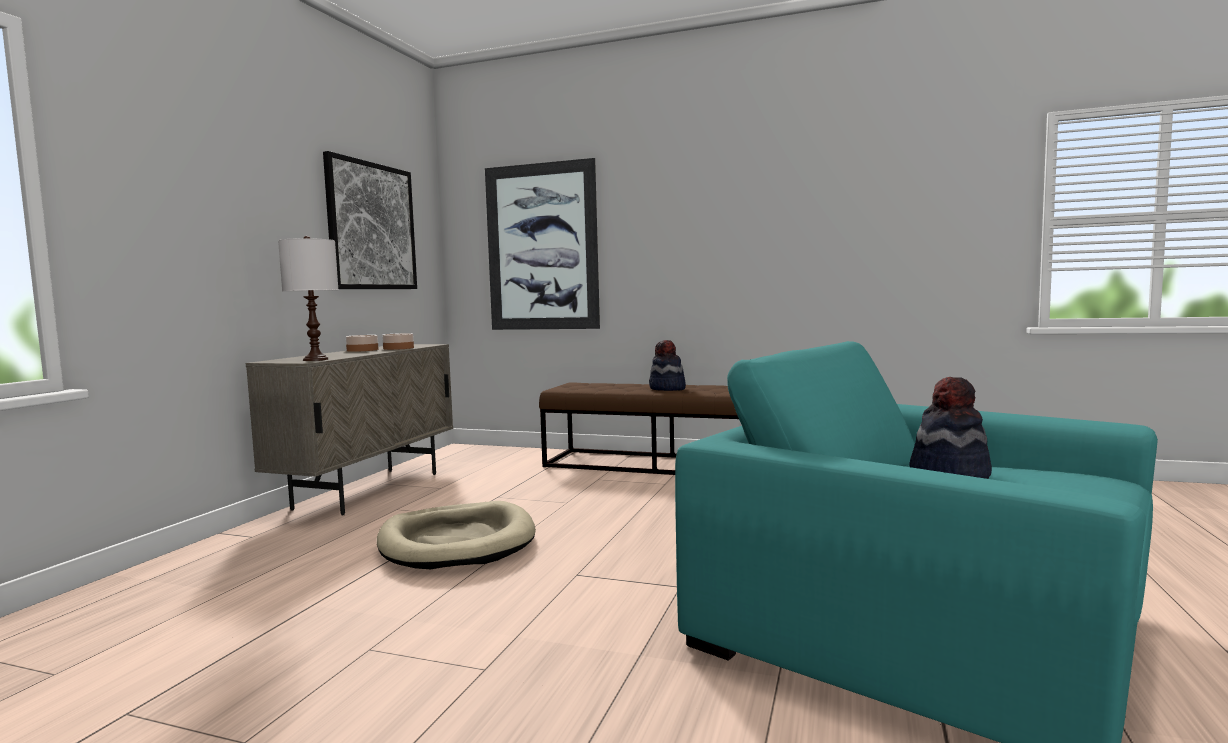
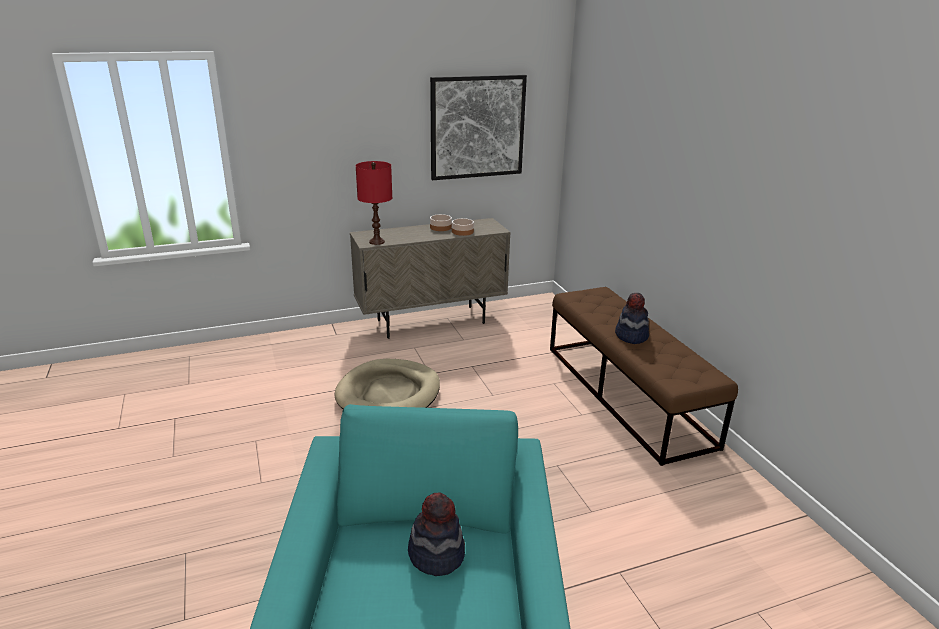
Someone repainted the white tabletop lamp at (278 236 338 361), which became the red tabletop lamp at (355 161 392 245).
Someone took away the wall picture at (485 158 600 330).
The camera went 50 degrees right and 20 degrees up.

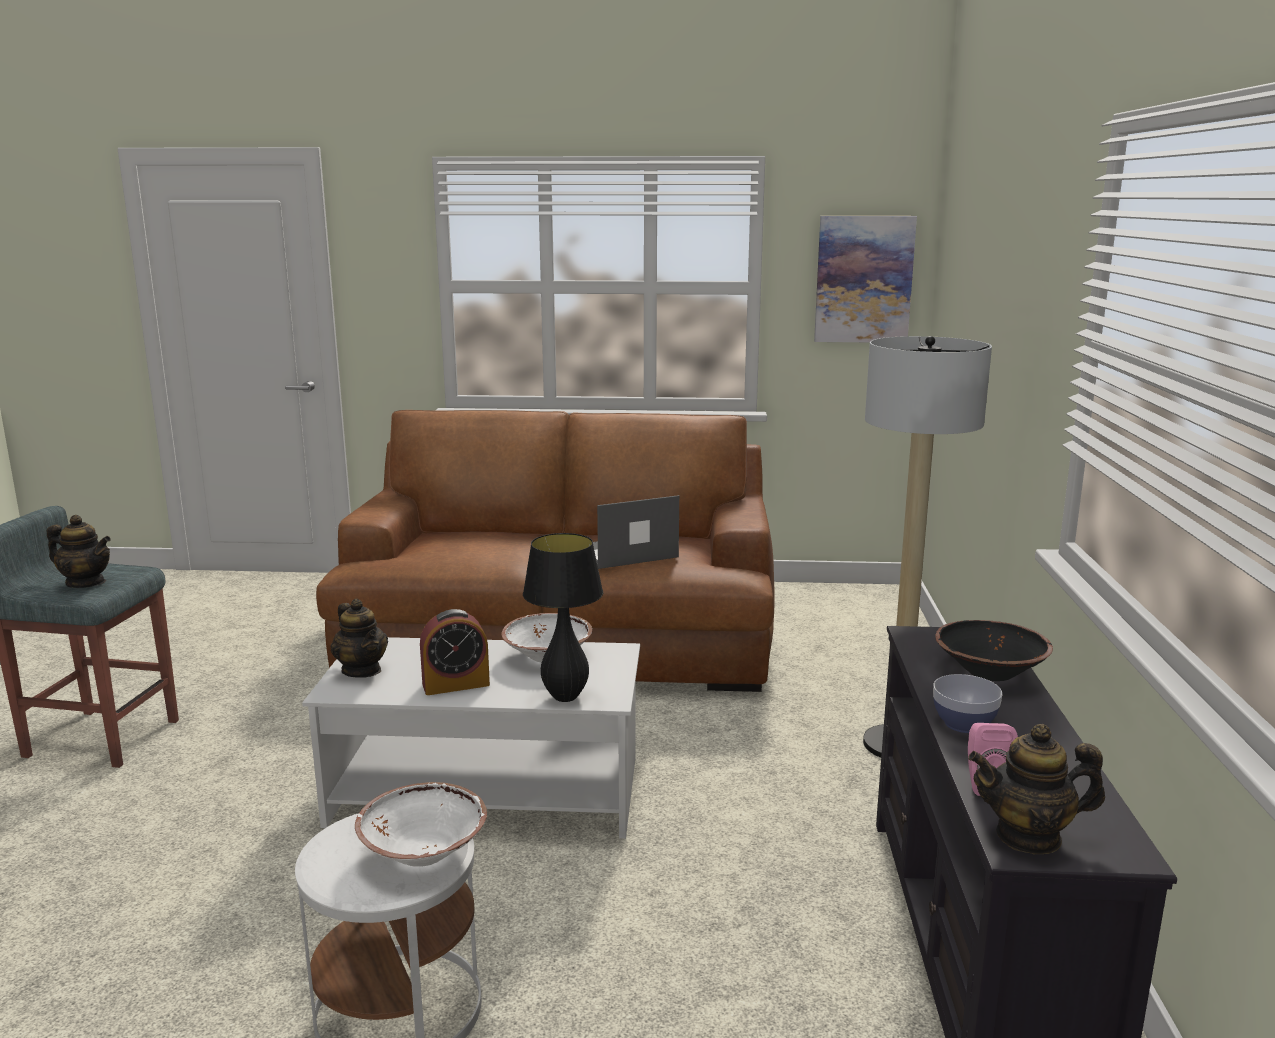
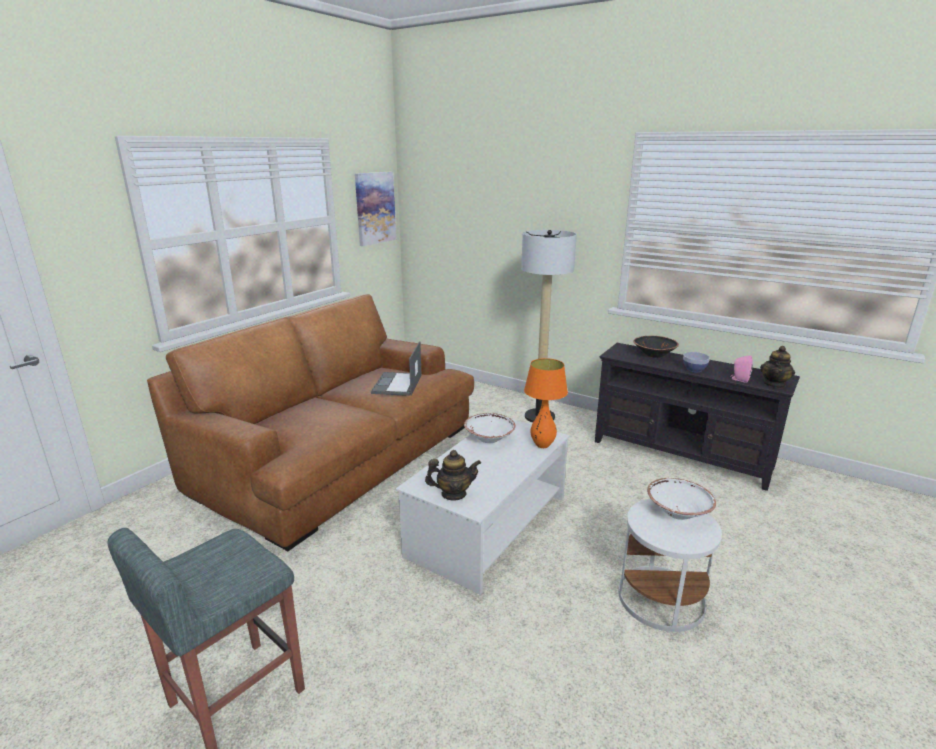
Someone repainted the black-coloured tabletop lamp at (523 533 603 702), which became the orange tabletop lamp at (524 358 568 448).
Someone took away the pot for tea at (47 515 111 588).
Someone took away the table clock at (420 609 490 695).
The camera went 60 degrees left and 5 degrees up.

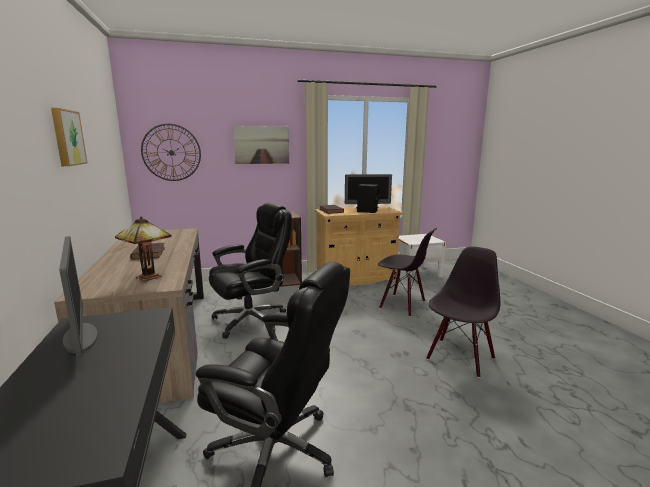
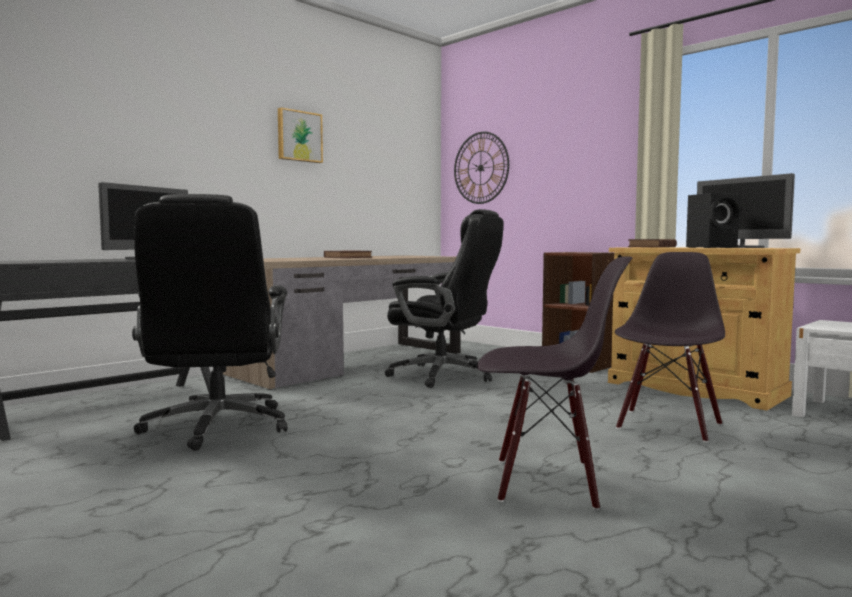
Someone rotated the black-coloured upright chair at (378 228 437 317) by 150 degrees counterclockwise.
Someone took away the tabletop lamp at (115 217 172 281).
Someone took away the wall picture at (233 126 289 164).
The camera went 60 degrees right and 10 degrees down.

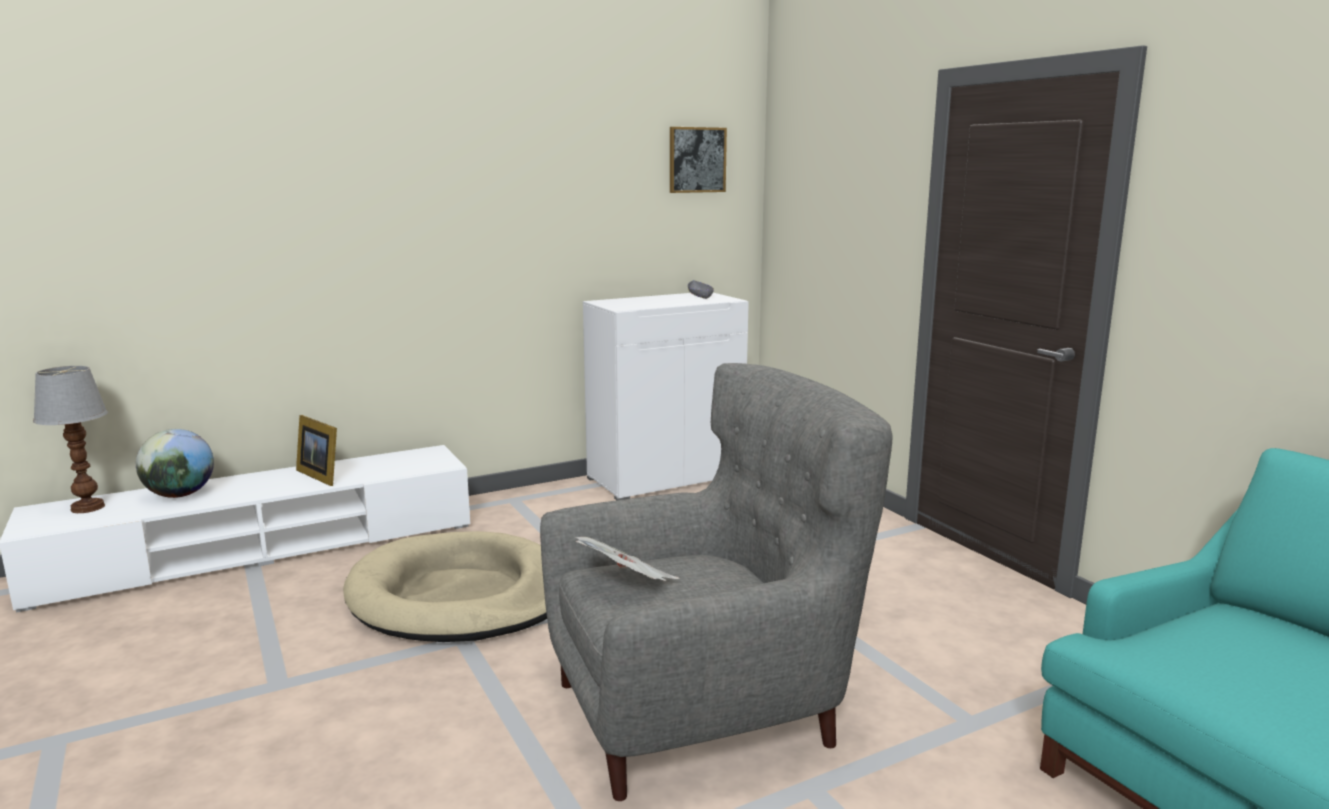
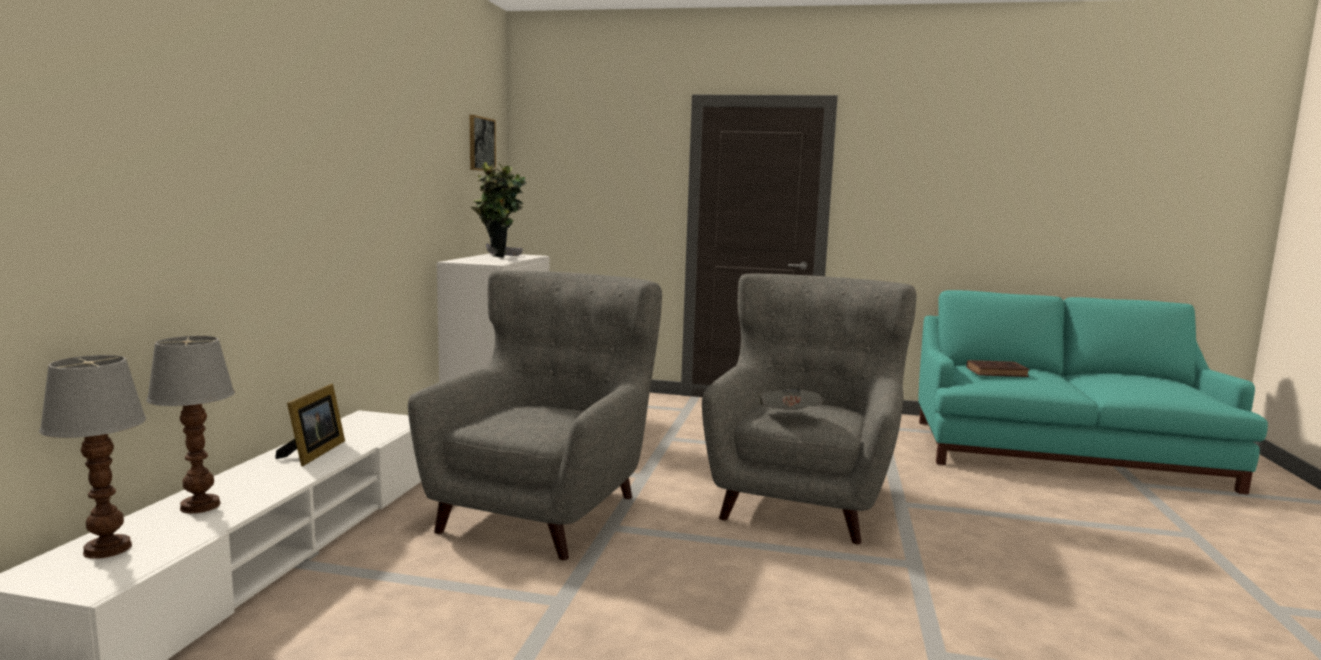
Someone swapped the desk globe at (136 429 214 498) for the tabletop lamp at (146 336 235 513).
Someone rotated the photo frame at (296 415 337 486) by 75 degrees counterclockwise.
Someone swapped the beige pet bed at (343 531 547 642) for the greyish lounge chair at (408 270 662 560).
Someone put down the potted plant at (471 162 527 257).
Someone put down the brown-coloured volume at (966 360 1030 377).
The camera went 50 degrees left and 5 degrees down.

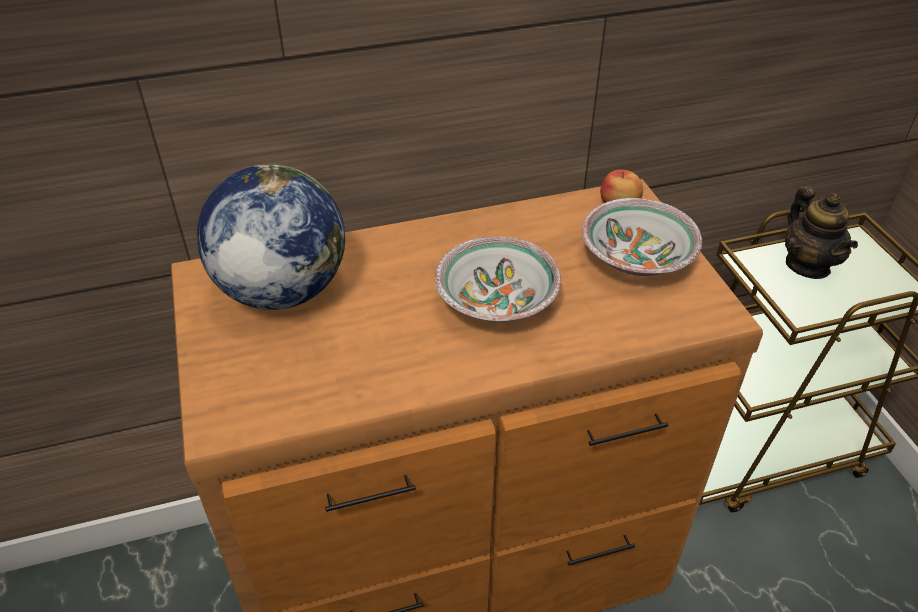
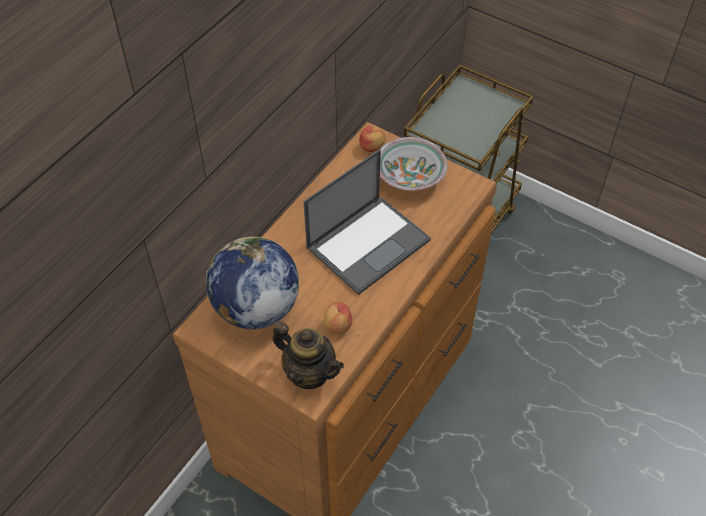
Someone carried the pot for tea from (785 186 858 279) to (273 322 344 389).
Someone swapped the serving bowl at (435 236 561 322) for the portable computer at (303 149 431 295).
Someone put down the whole apple at (324 302 352 333).
The camera went 40 degrees left and 10 degrees up.

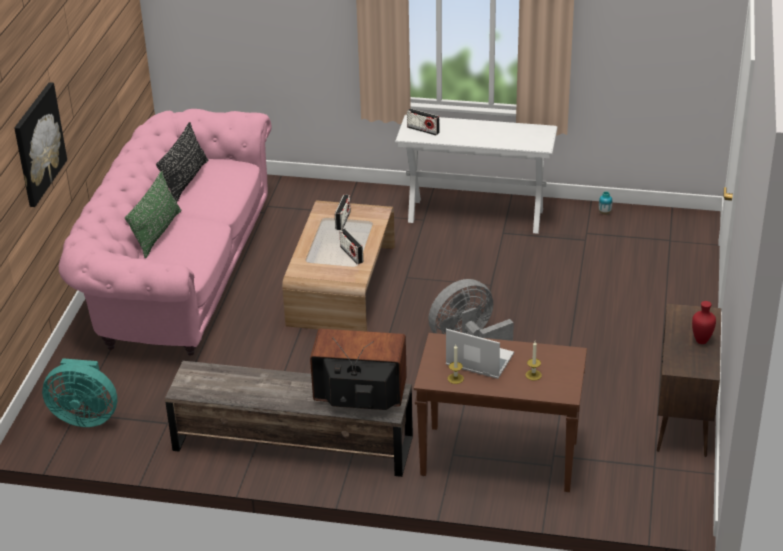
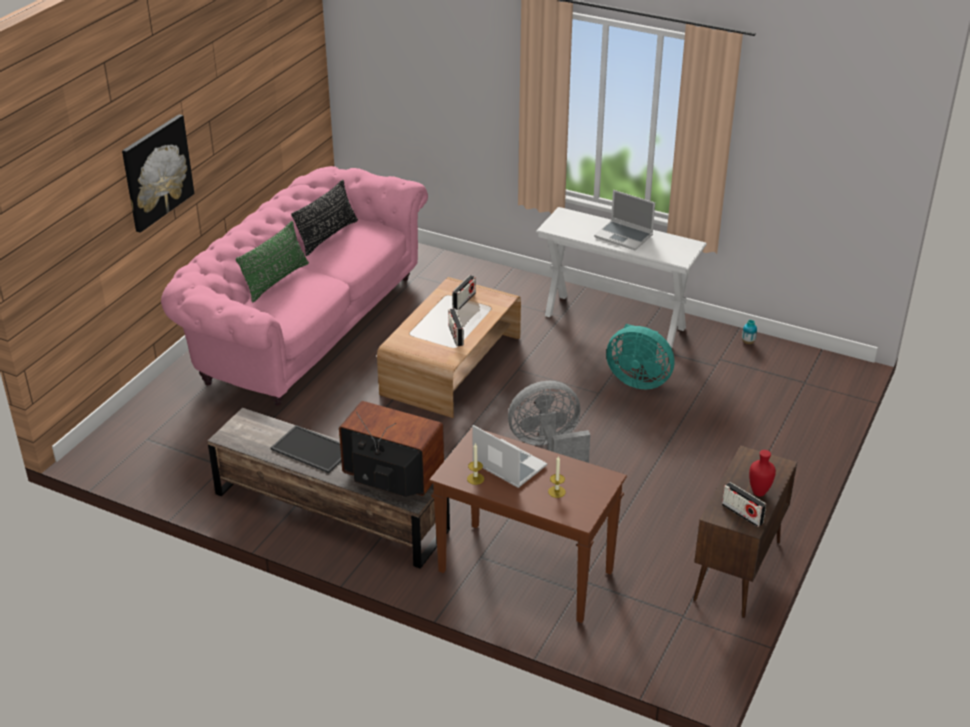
Someone put down the carrying tray at (270 425 341 473).
Someone put down the portable computer at (594 190 655 250).
Someone carried the blue-green fan from (42 358 117 427) to (606 324 674 389).
Someone carried the radio receiver from (407 108 439 135) to (722 482 766 527).
The camera went 15 degrees right and 0 degrees up.

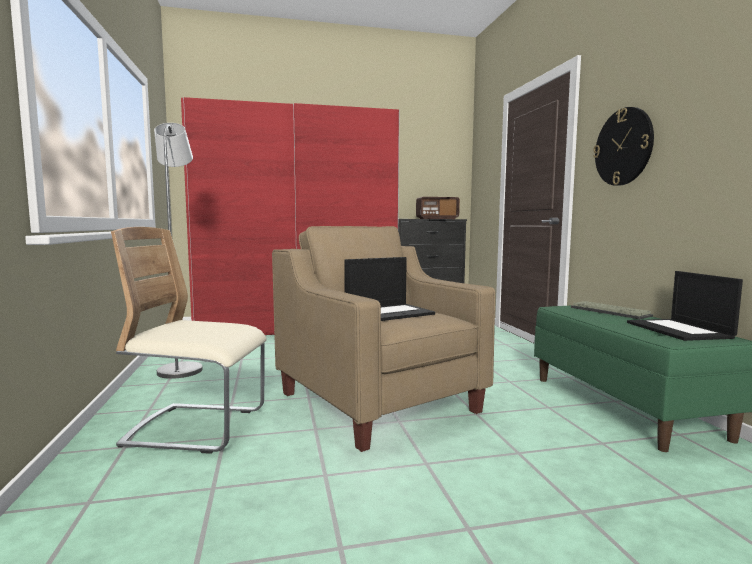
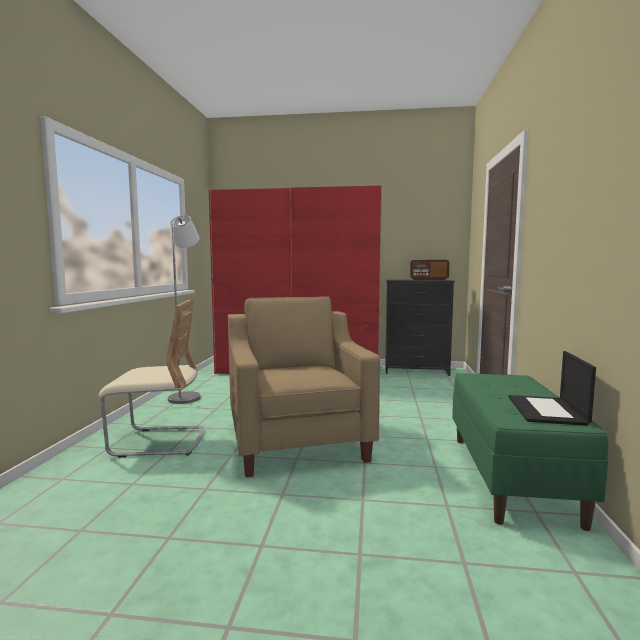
Someone rotated the beige upright chair at (111 227 267 454) by 150 degrees clockwise.
Someone took away the portable computer at (344 257 435 321).
Someone took away the computer keyboard at (571 301 653 319).
Someone took away the wall clock at (593 107 654 186).
The camera went 20 degrees right and 0 degrees up.

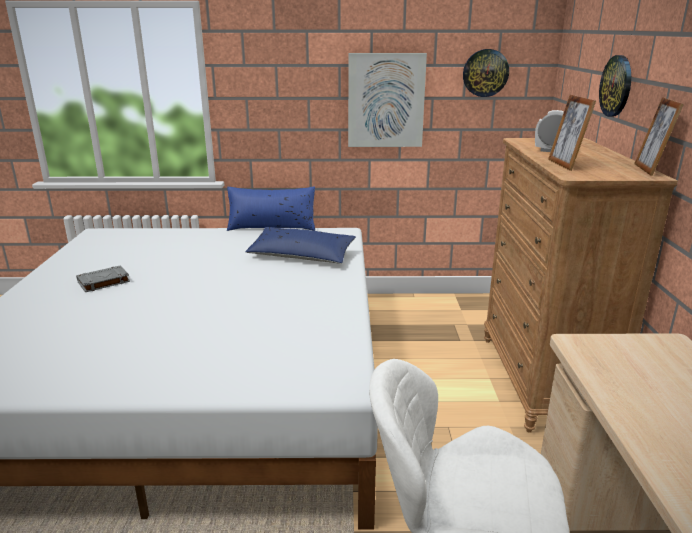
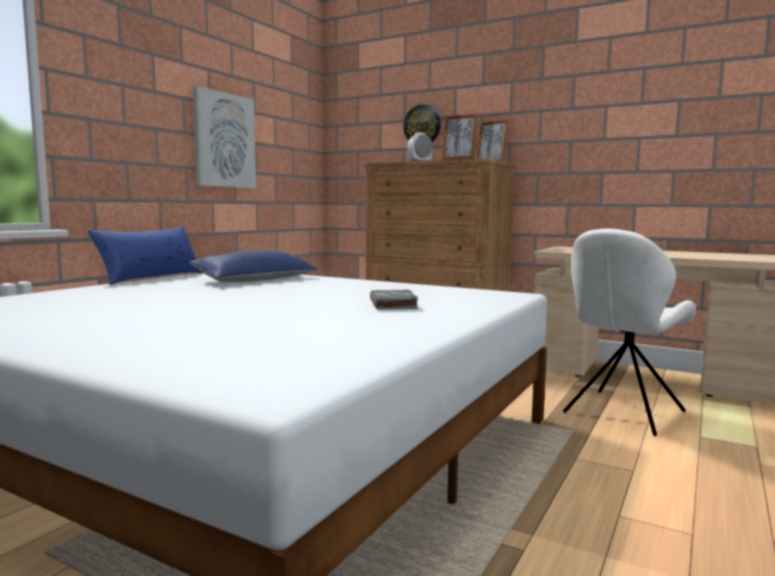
Someone carried the greyish volume from (76 266 130 292) to (370 290 418 309).
Someone took away the wall clock at (463 49 509 97).
The camera went 60 degrees left and 15 degrees down.

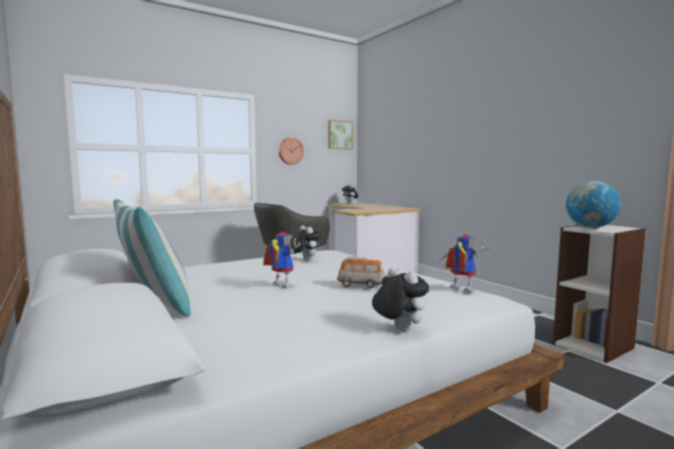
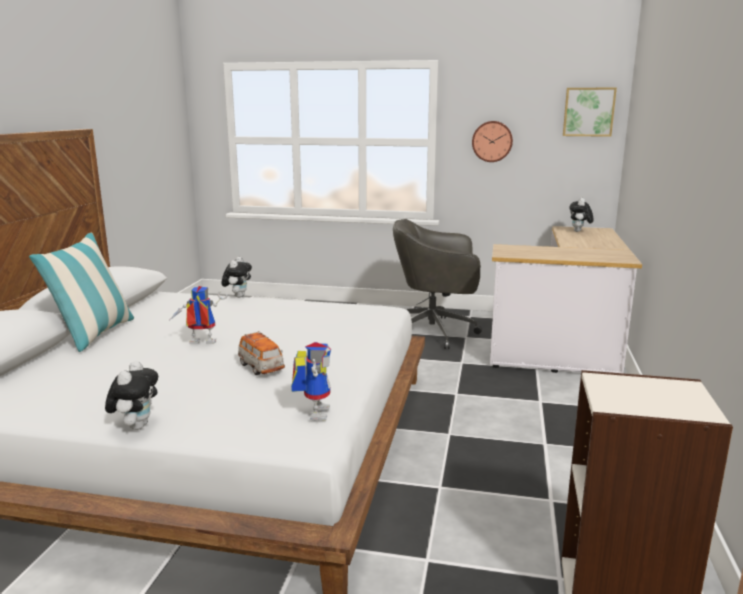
Someone rotated the toy robot at (263 232 300 289) by 90 degrees counterclockwise.
Someone carried the plush toy from (291 225 321 261) to (222 257 252 298).
Someone took away the desk globe at (566 181 621 228).
The camera went 45 degrees right and 10 degrees up.

